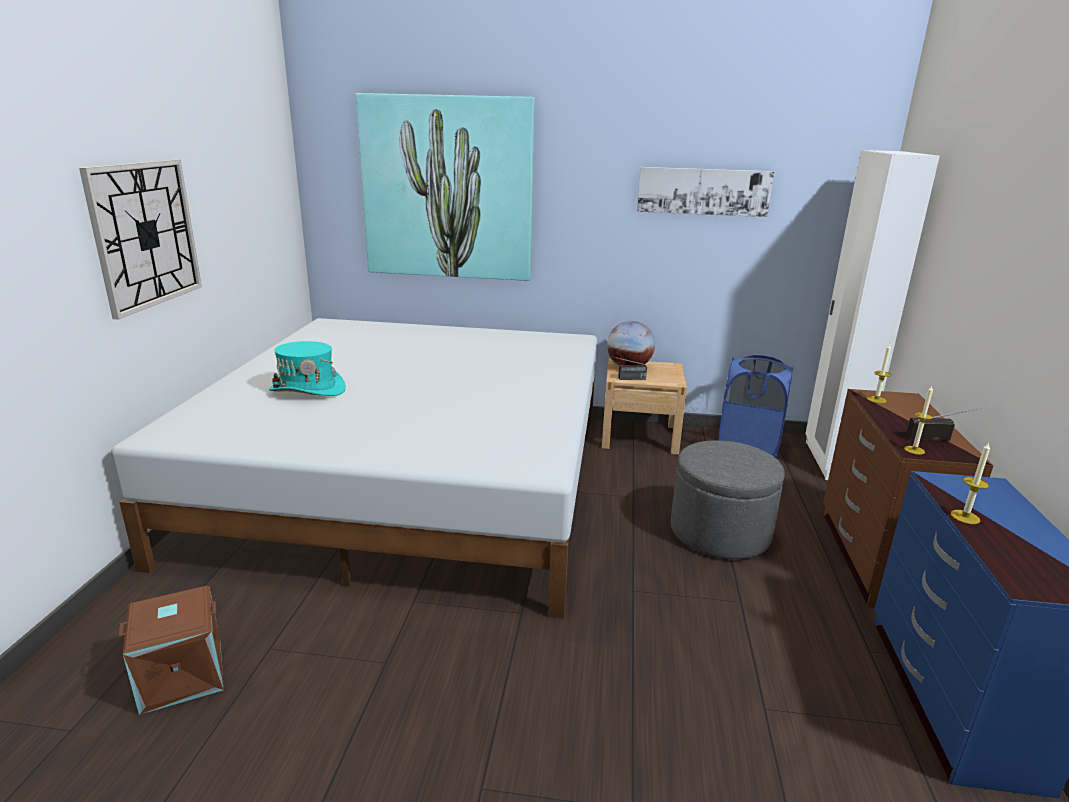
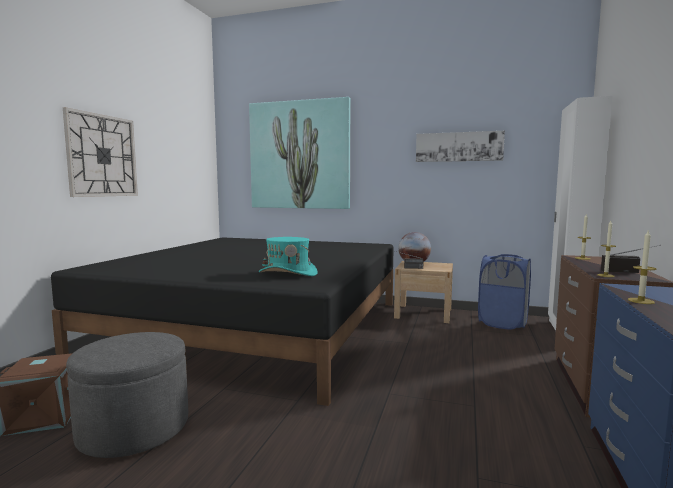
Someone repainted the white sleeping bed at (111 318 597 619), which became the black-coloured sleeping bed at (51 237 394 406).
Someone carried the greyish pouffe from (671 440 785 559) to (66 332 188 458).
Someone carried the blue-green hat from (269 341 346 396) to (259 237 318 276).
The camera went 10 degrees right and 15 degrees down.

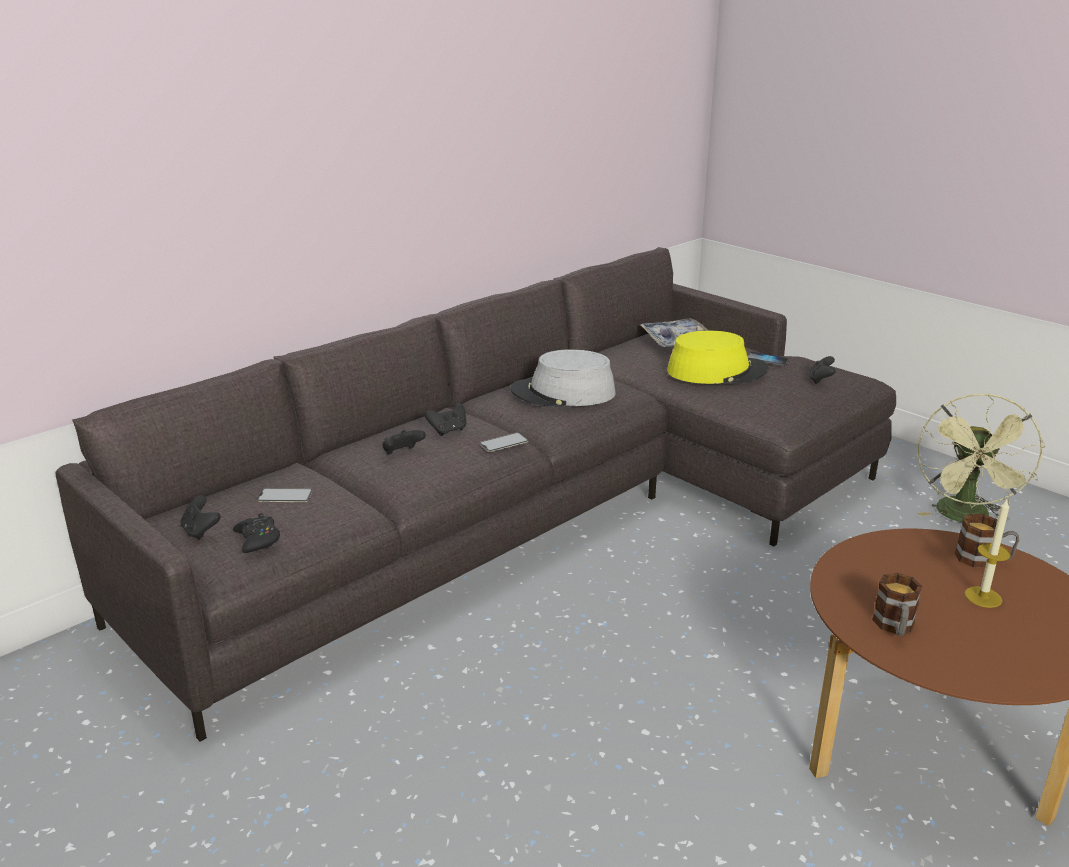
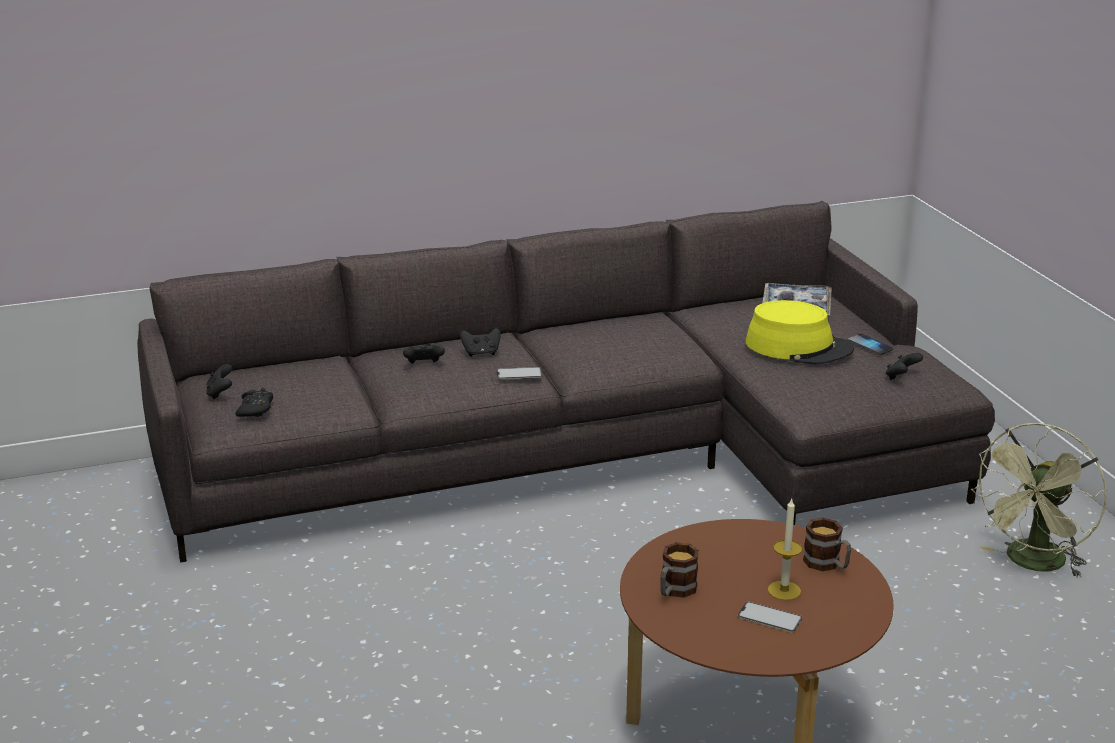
Someone carried the handset from (257 488 313 502) to (738 601 802 633).
Someone took away the greyish hat at (510 349 616 407).
The camera went 25 degrees right and 0 degrees up.

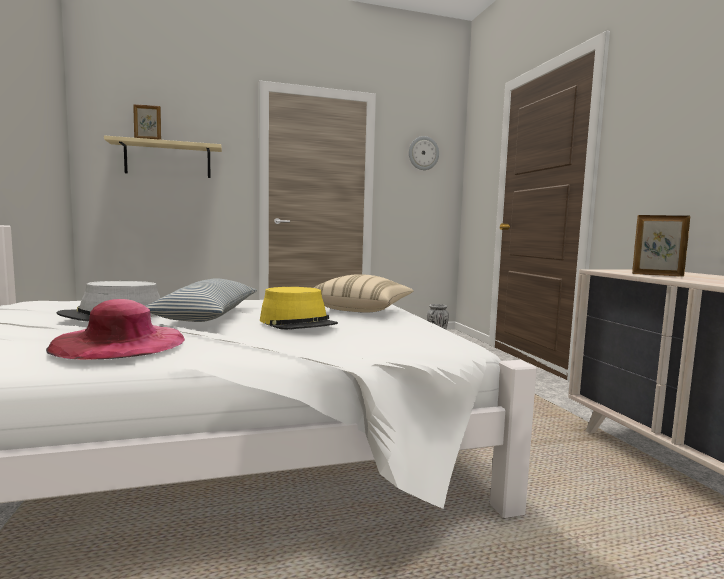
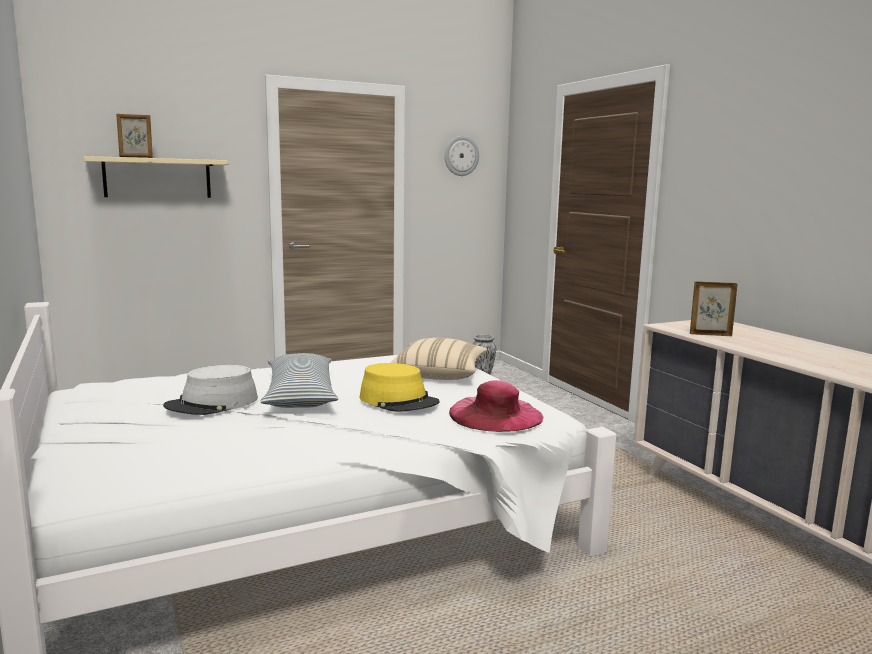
Someone carried the pink hat from (46 299 185 360) to (449 380 543 432).
The camera went 10 degrees left and 5 degrees up.

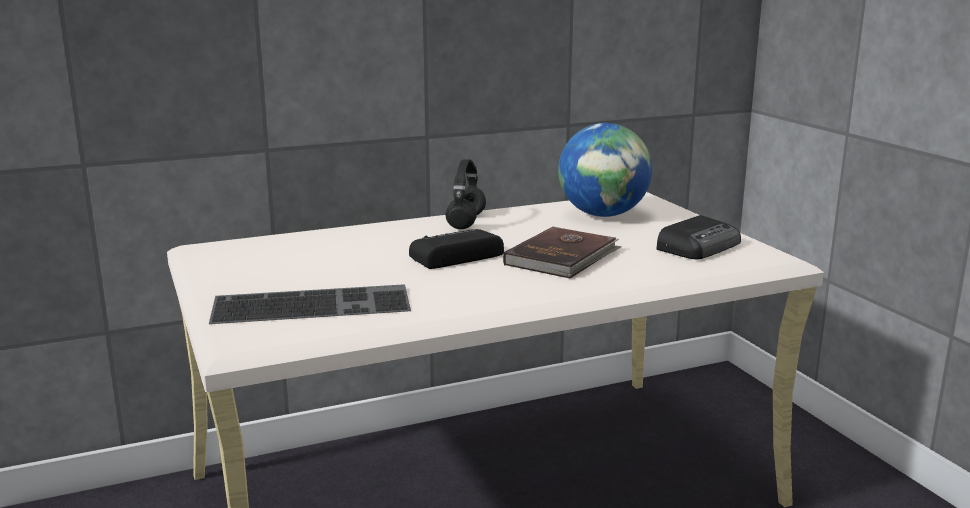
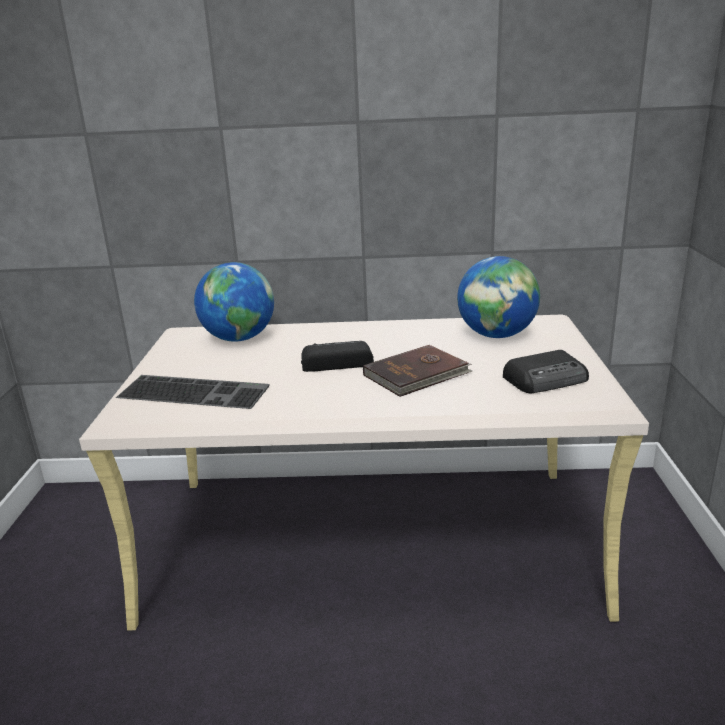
Someone put down the desk globe at (194 262 274 342).
Someone took away the black-coloured headphones at (445 159 486 229).
The camera went 25 degrees right and 5 degrees up.

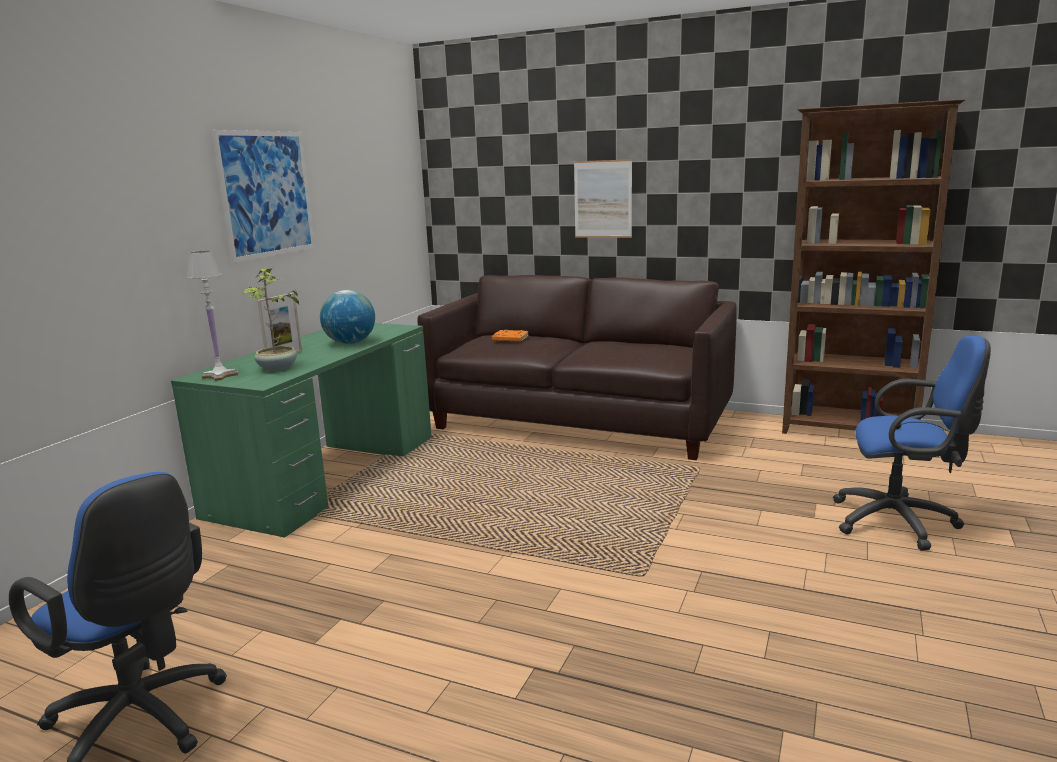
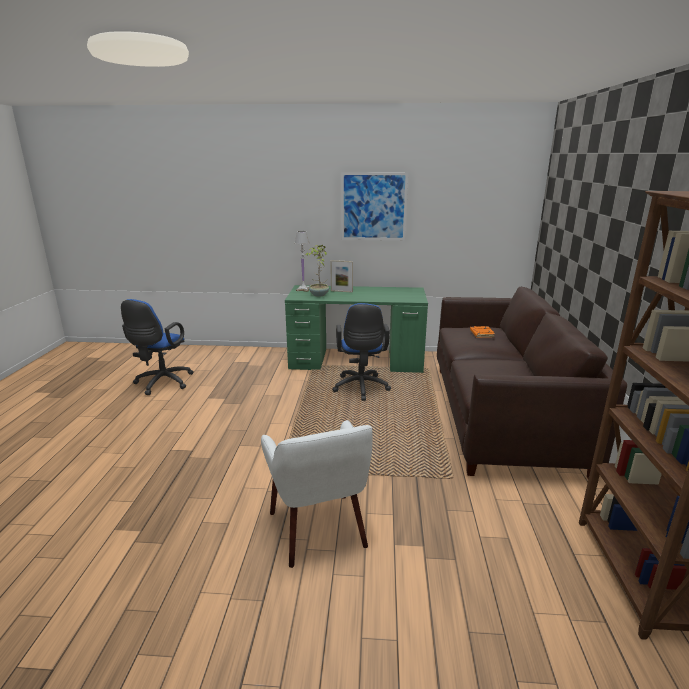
Someone put down the white lounge chair at (261 420 373 568).
Someone carried the blue desk chair from (833 336 991 550) to (332 303 391 401).
Someone took away the desk globe at (320 290 375 344).
Someone took away the wall picture at (574 159 632 238).
The camera went 70 degrees right and 5 degrees up.

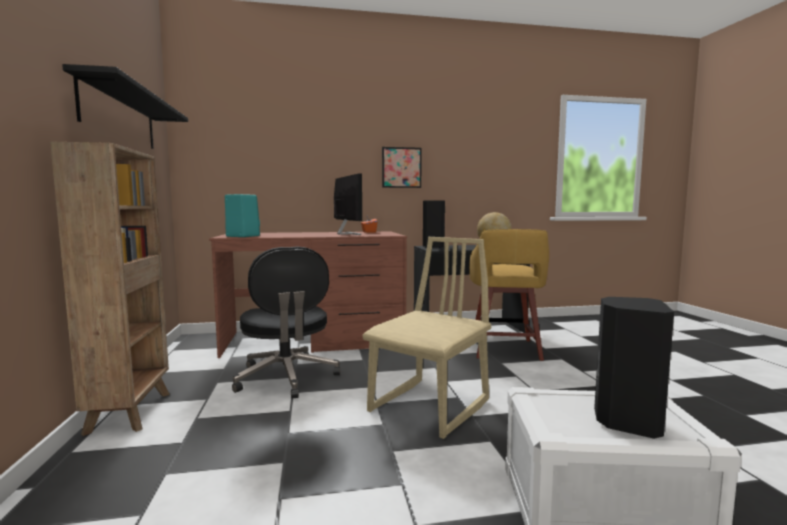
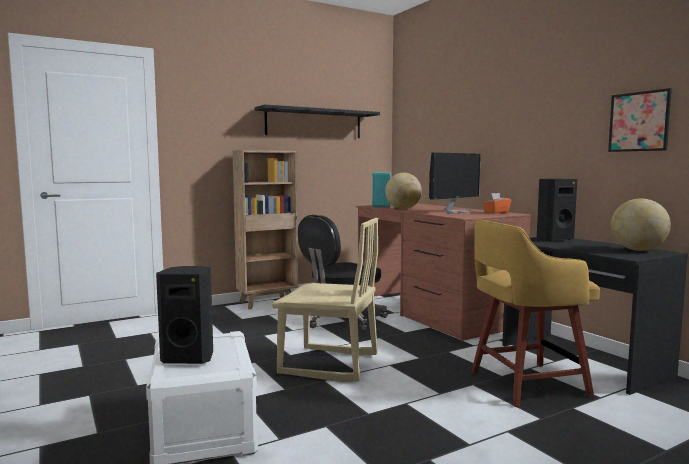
Someone put down the desk globe at (385 173 422 209).
Someone carried the wall picture from (382 147 422 188) to (608 88 672 152).
The camera went 70 degrees right and 0 degrees up.

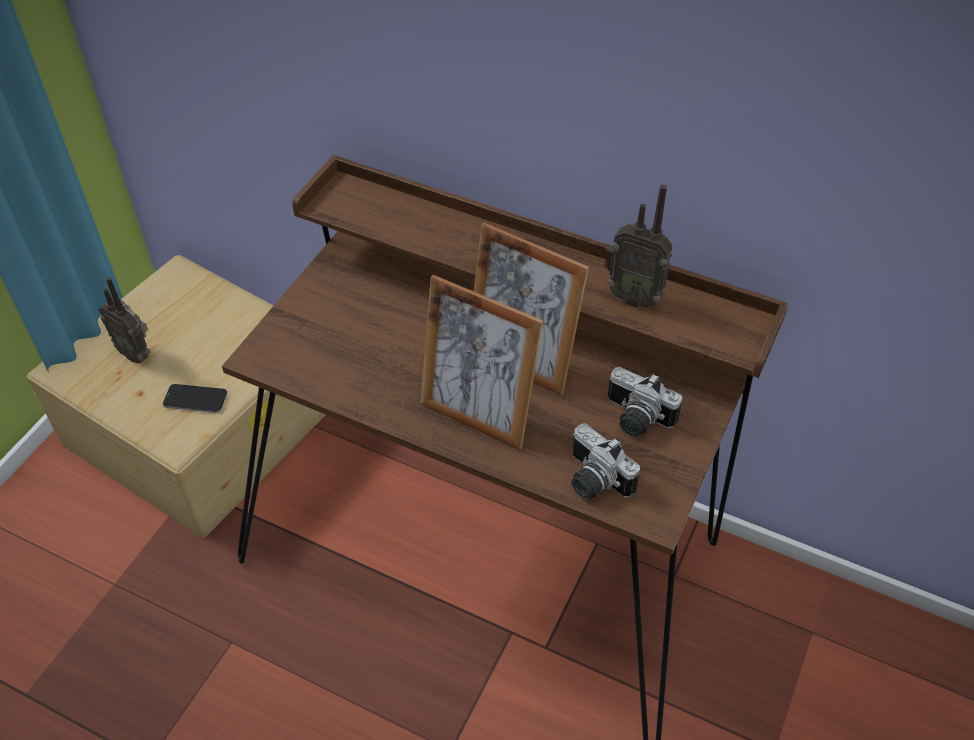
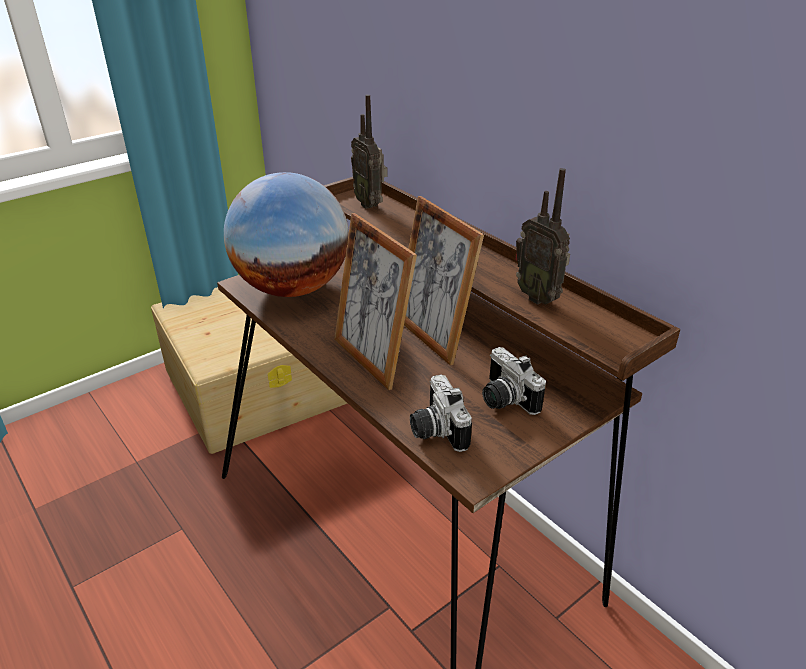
Someone put down the desk globe at (224 172 349 297).
Someone carried the radio receiver from (98 277 150 364) to (351 95 388 209).
Someone took away the handset at (163 384 227 413).
The camera went 25 degrees right and 15 degrees down.

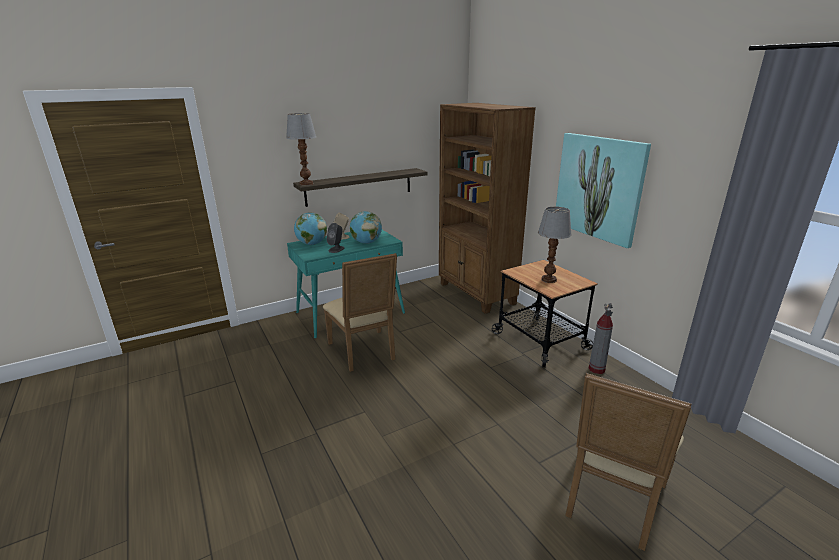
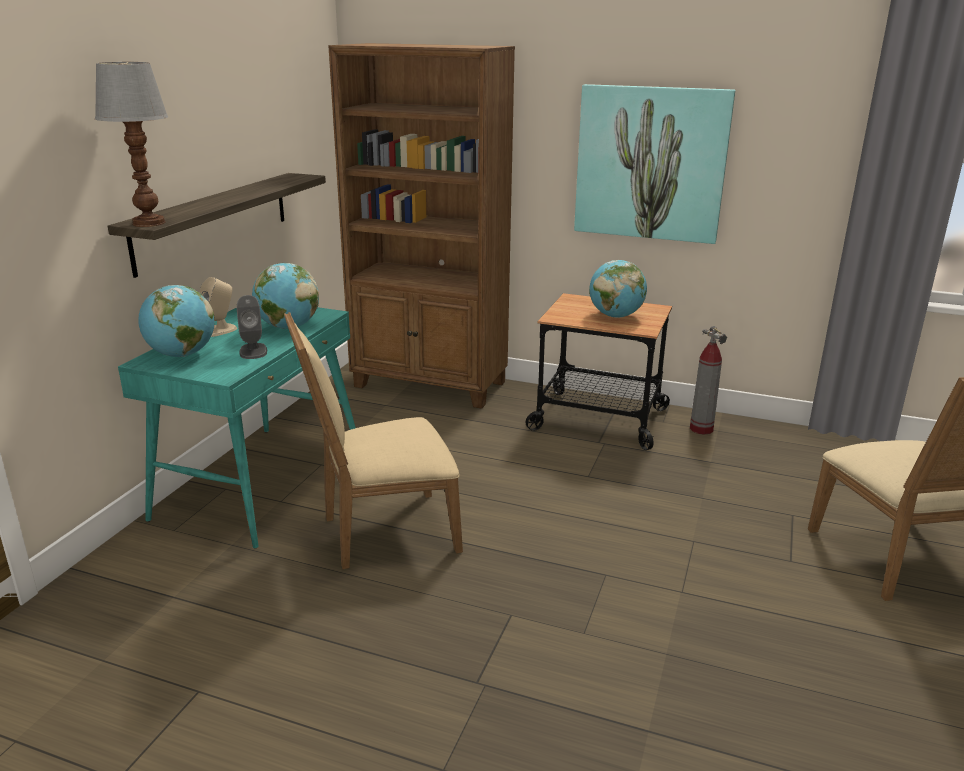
Someone rotated the beige upright chair at (323 253 397 372) by 135 degrees clockwise.
Someone swapped the tabletop lamp at (538 207 572 283) for the desk globe at (589 260 647 318).
The camera went 40 degrees left and 0 degrees up.

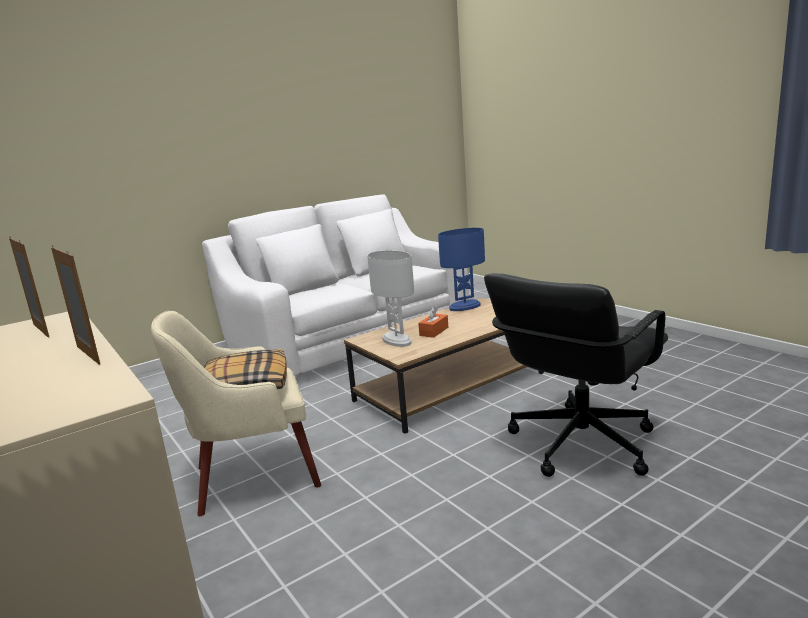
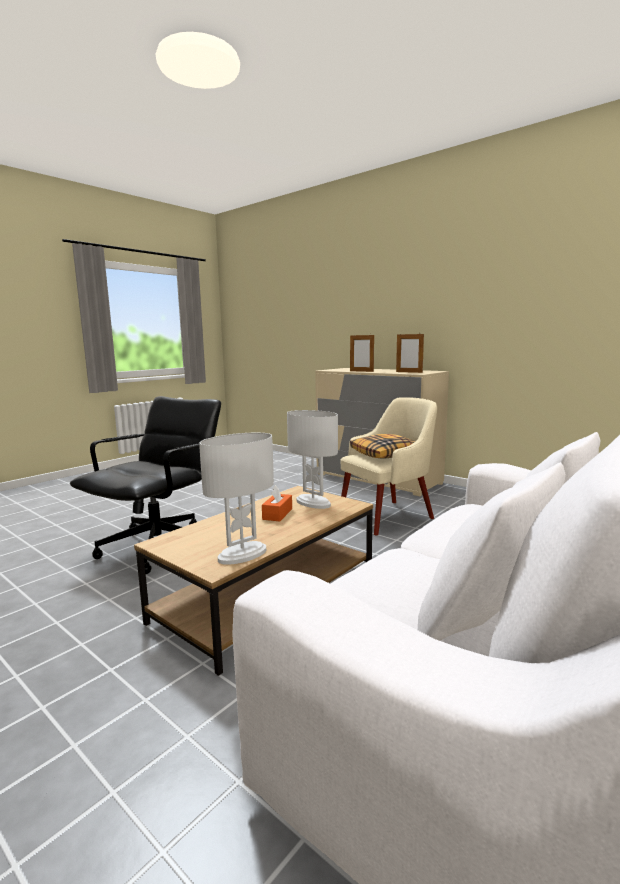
Someone repainted the blue tabletop lamp at (438 228 485 311), which became the white tabletop lamp at (199 433 274 565).
The camera went 165 degrees right and 5 degrees down.

